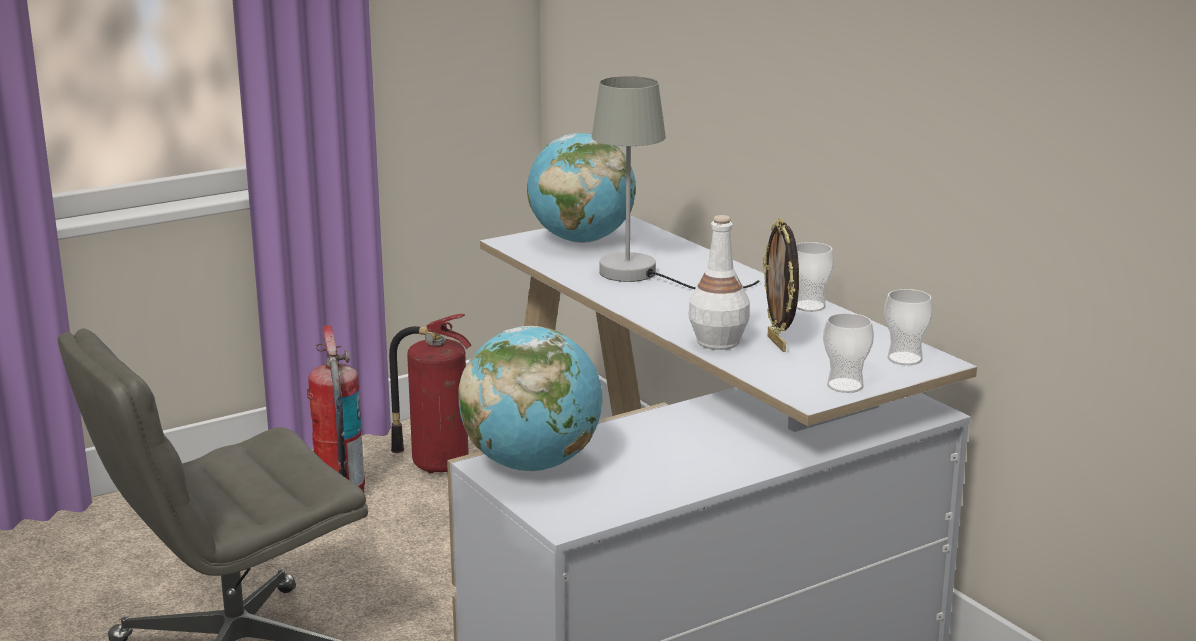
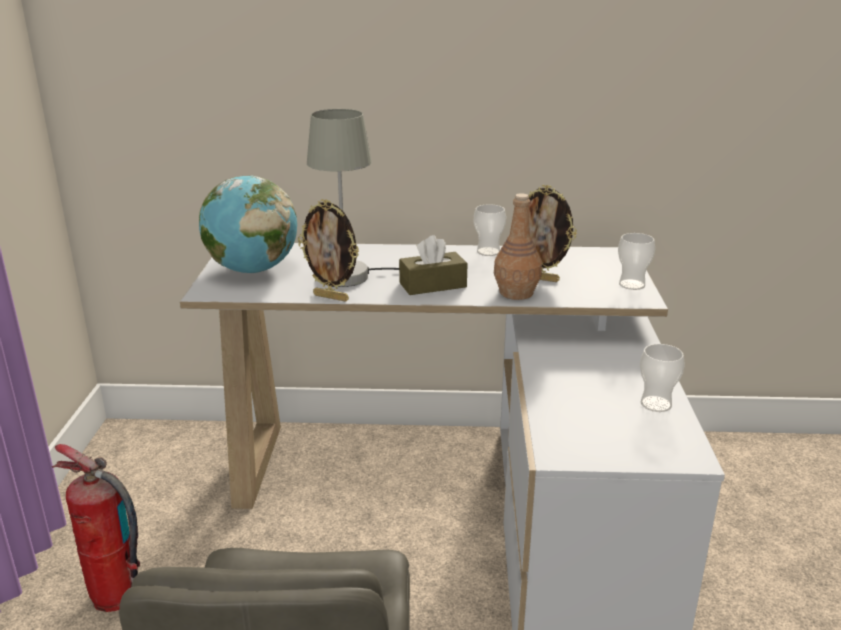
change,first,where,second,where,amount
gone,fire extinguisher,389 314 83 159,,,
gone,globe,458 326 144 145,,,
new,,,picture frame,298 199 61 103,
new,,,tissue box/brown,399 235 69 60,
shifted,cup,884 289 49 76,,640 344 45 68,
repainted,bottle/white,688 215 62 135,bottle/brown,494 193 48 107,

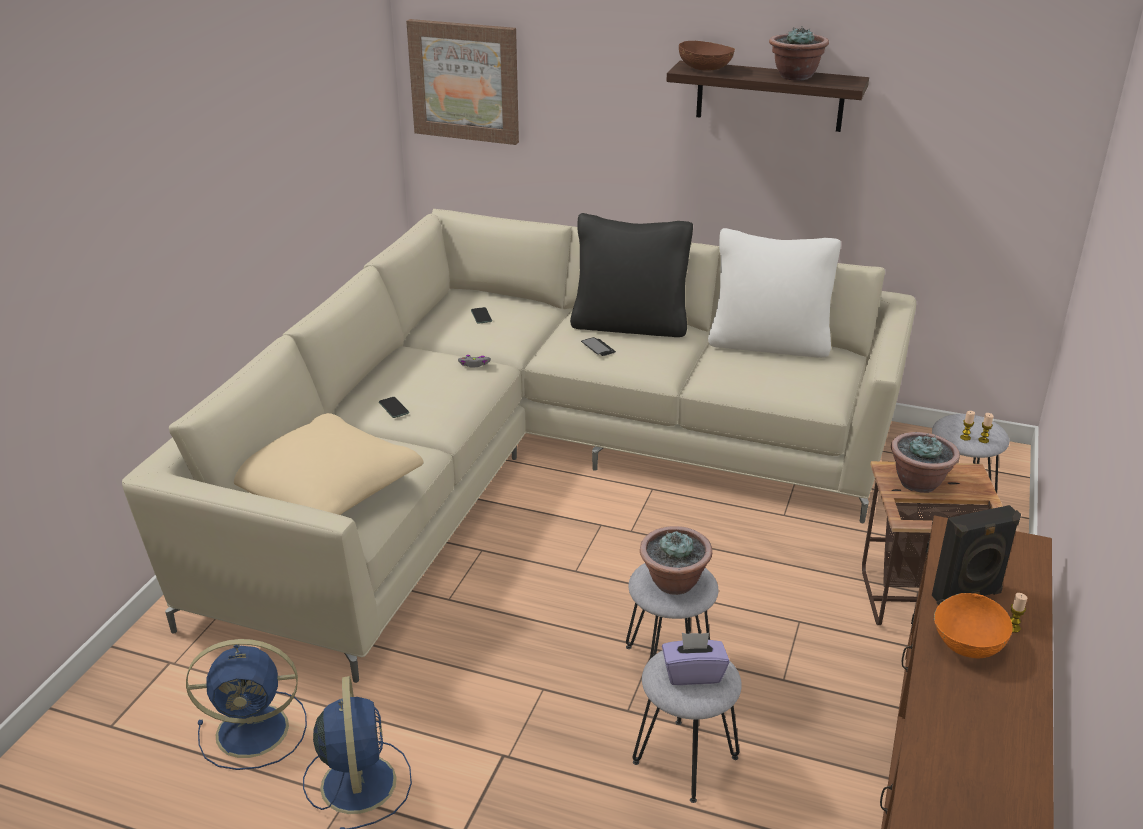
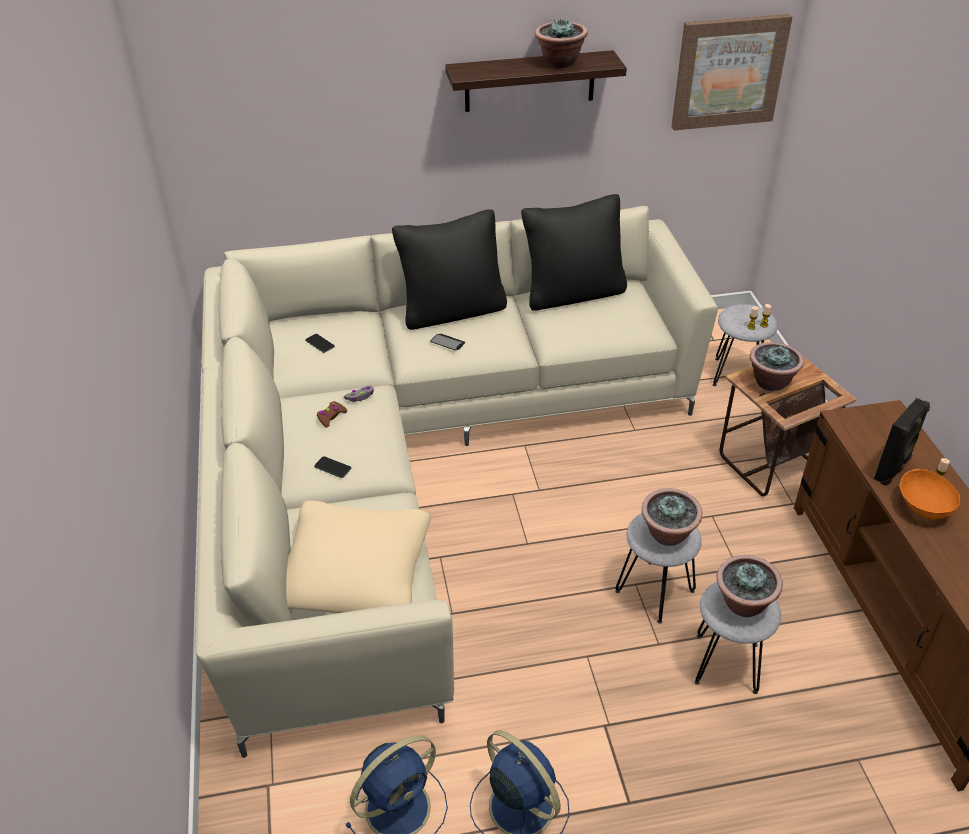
change,first,where,second,where,amount
gone,bowl/brown,679 41 56 30,,,
new,,,game controller/brown,317 401 30 27,
shifted,picture,406 19 113 126,,671 14 121 117,
swapped,tissue box/purple,662 633 67 52,potted plant,717 555 66 62,
repainted,pillow/white,708 228 133 130,pillow/black,521 194 106 117,

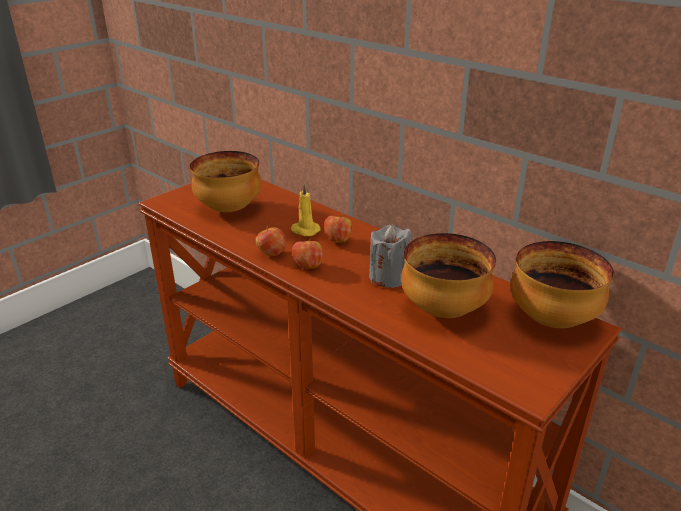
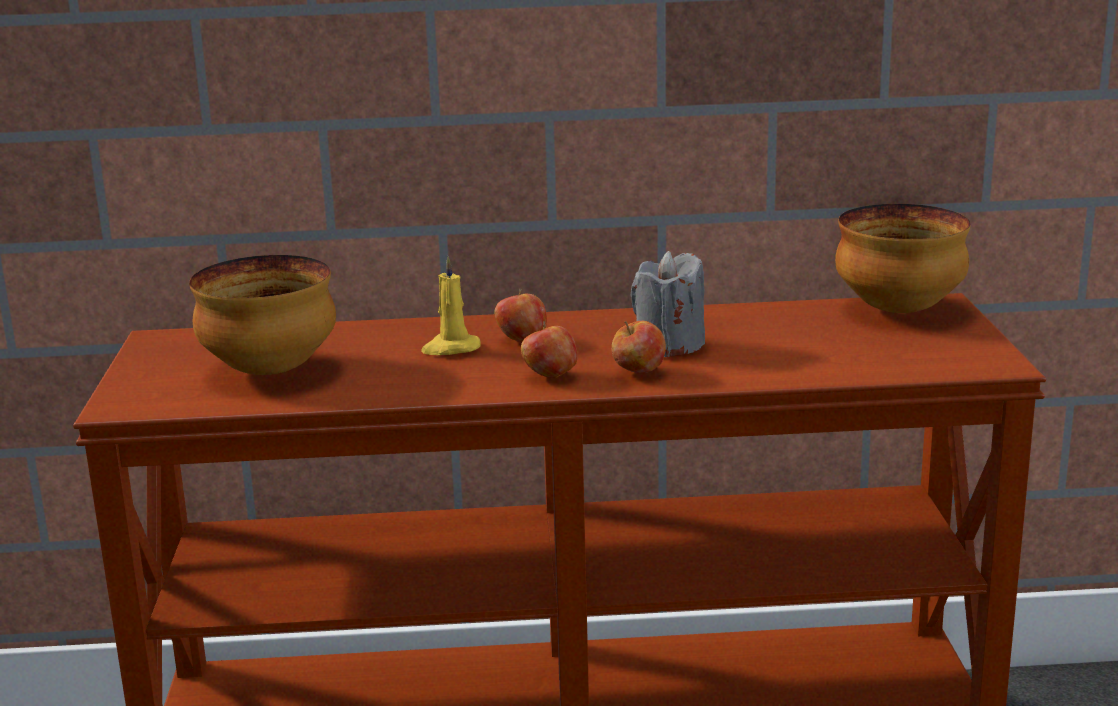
change,first,where,second,where,amount
gone,bowl,401 233 95 85,,,
shifted,apple,256 226 31 30,,611 321 55 52,

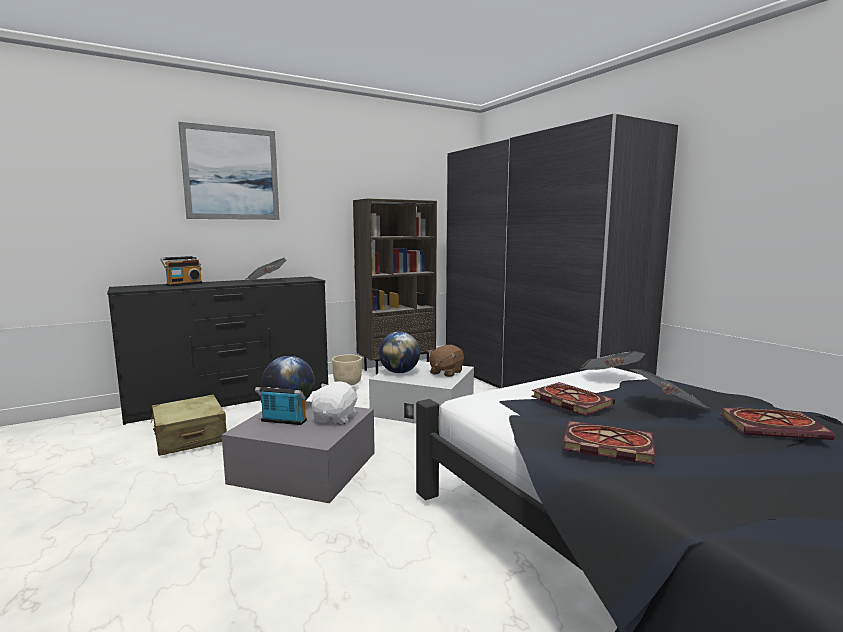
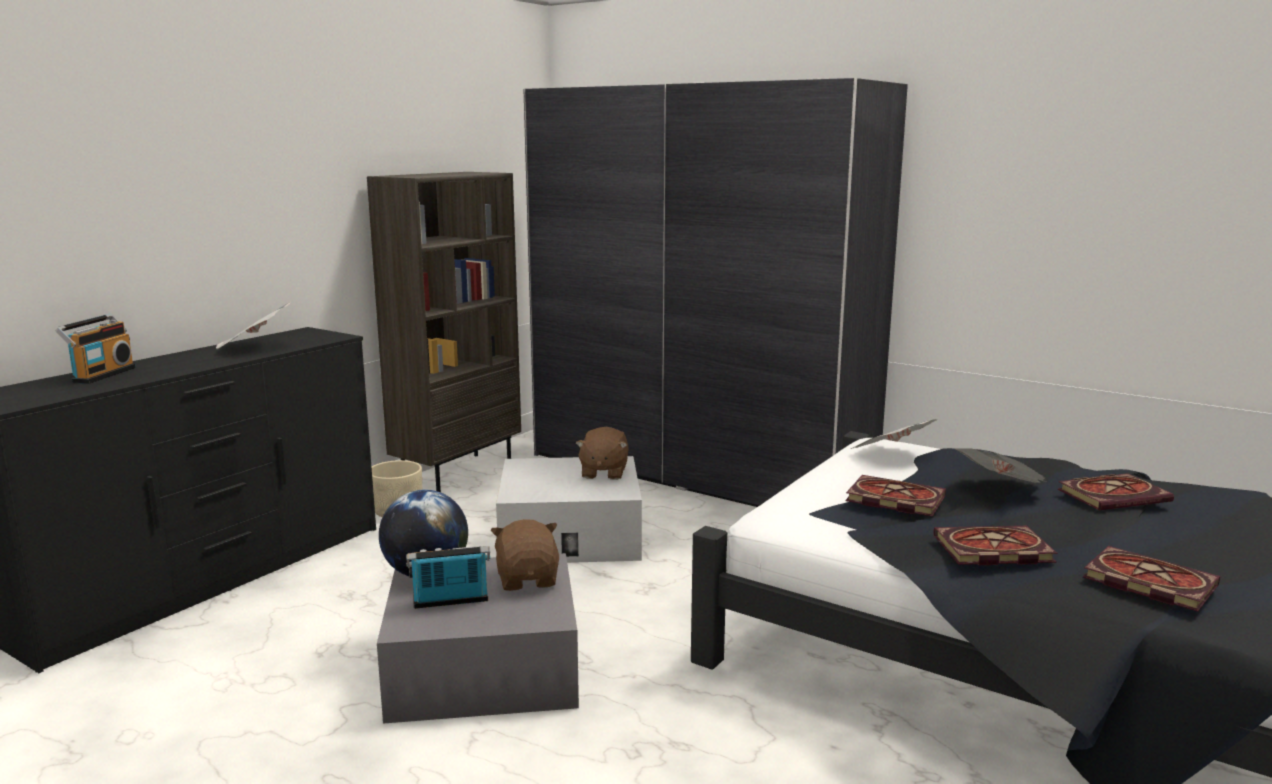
change,first,where,second,where,amount
gone,suitcase/beige,151 394 76 62,,,
gone,picture,178 122 102 98,,,
gone,globe,379 332 41 41,,,
new,,,book,1083 546 137 66,
repainted,plush toy/white,312 381 47 44,plush toy/brown,491 519 68 72,

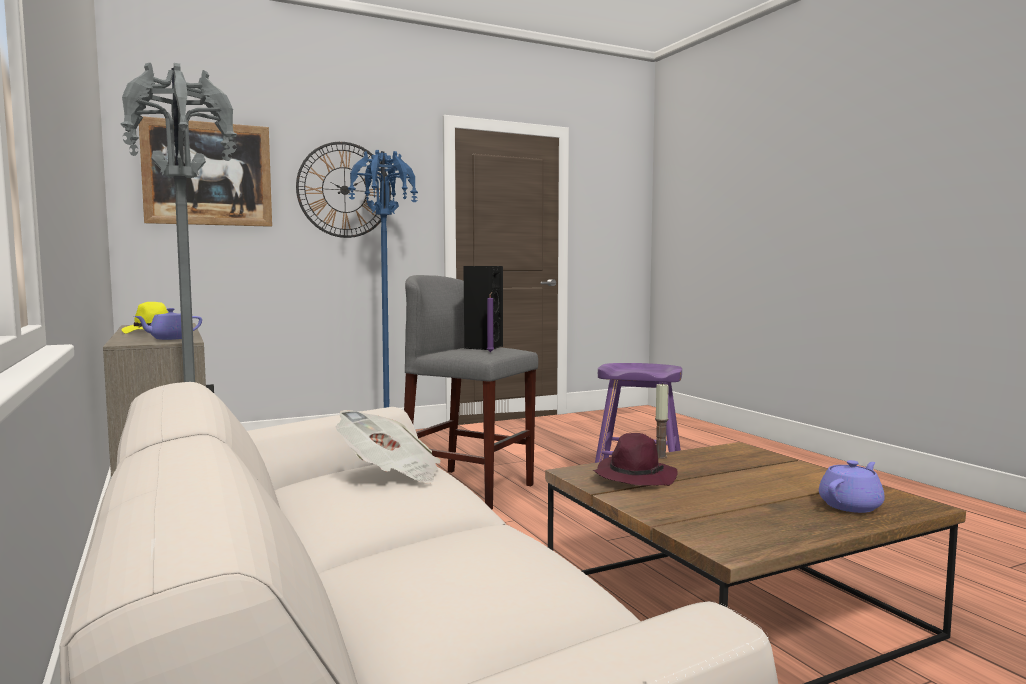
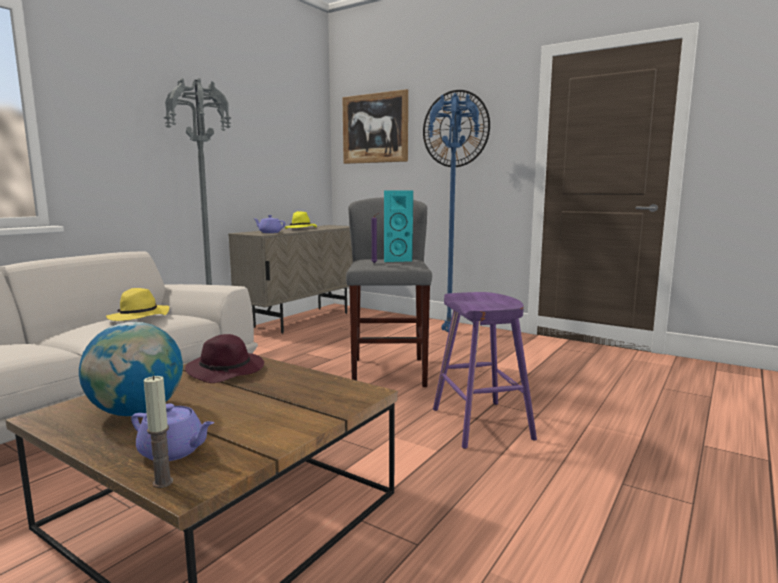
change,first,where,second,where,amount
new,,,globe,79 322 104 94,
shifted,candle,655 383 14 76,,144 375 29 113,
swapped,newspaper,336 410 105 73,hat/yellow,106 288 63 33,
repainted,speaker/black,463 266 40 84,speaker/turquoise,384 191 29 71,

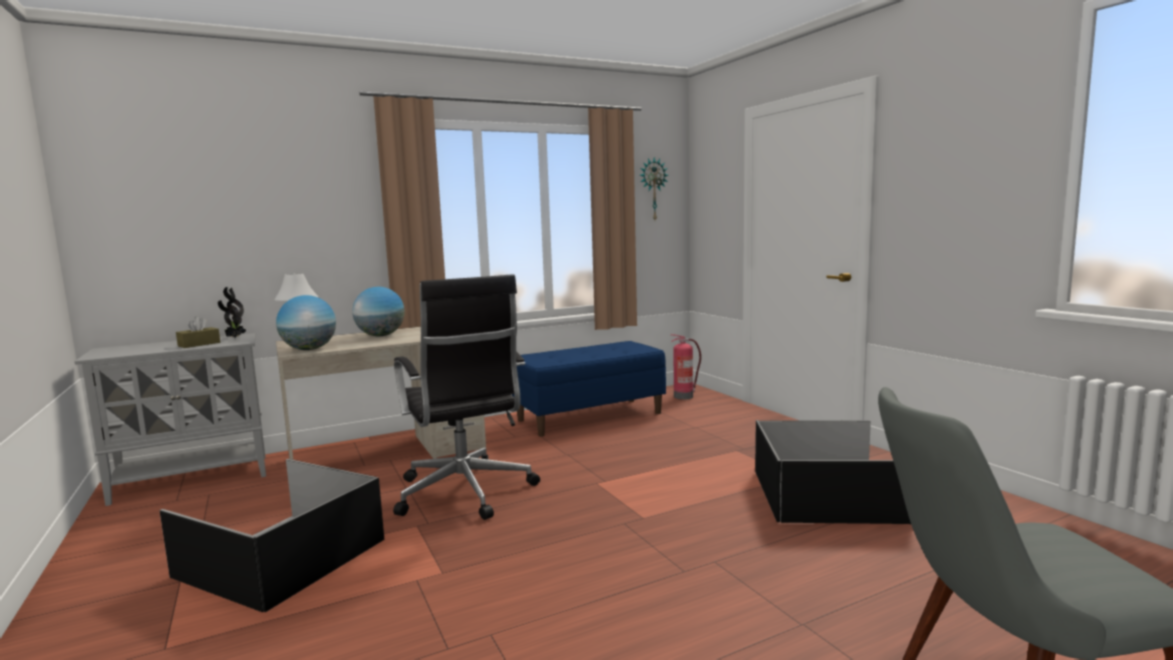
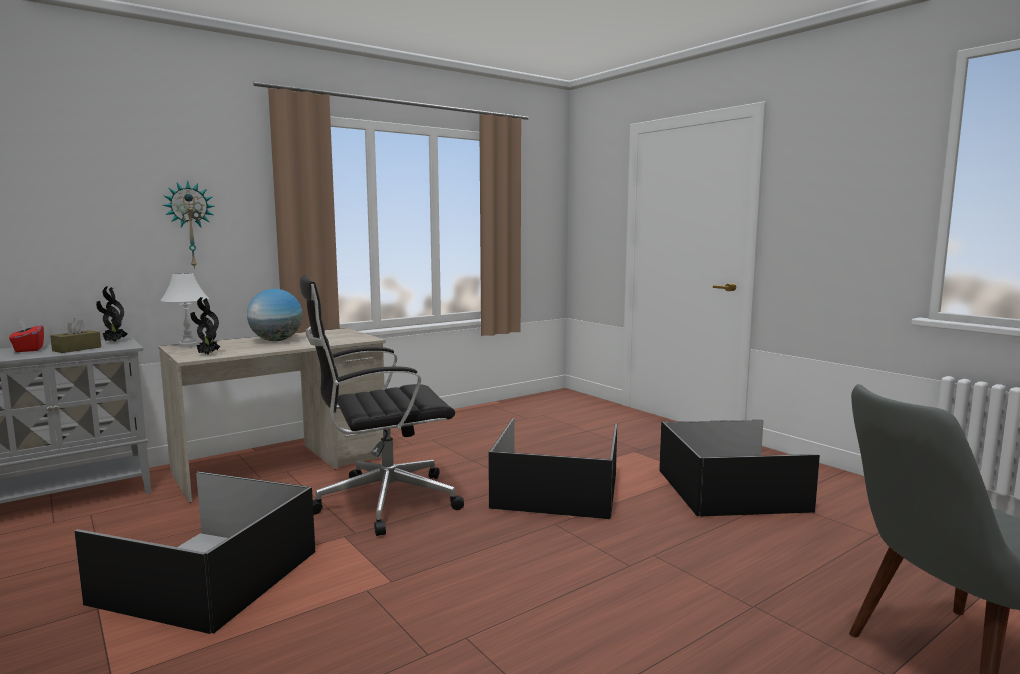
change,first,where,second,where,amount
gone,bench/blue,512 341 154 96,,,
gone,fire extinguisher,671 334 30 66,,,
new,,,tissue box/red,9 319 35 33,
new,,,storage box/black,488 418 129 101,
shifted,wall clock,640 157 28 63,,163 181 51 88,
swapped,globe,276 295 60 55,potted plant,191 297 29 58,
rotated,office chair/black,393 274 147 246,,300 275 164 261,105 degrees clockwise

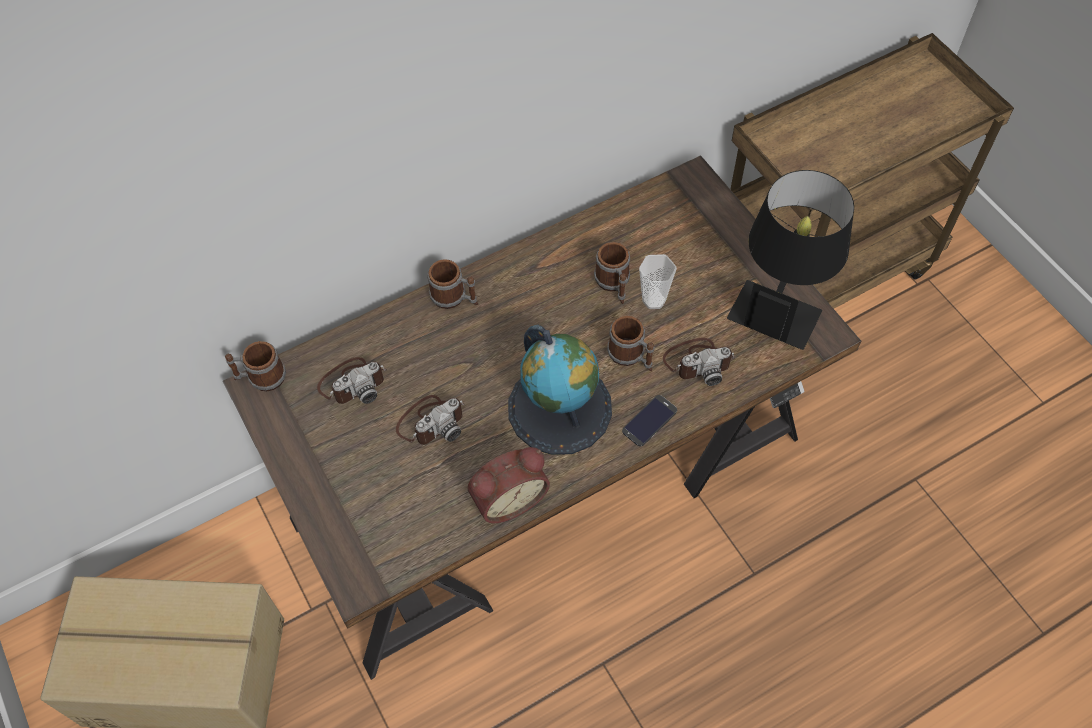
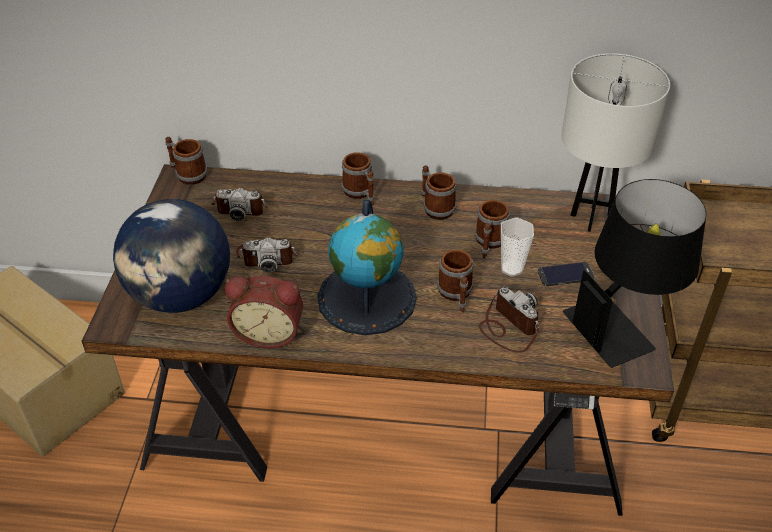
change,first,where,second,where,amount
new,,,globe,113 199 117 114,
new,,,mug,421 165 35 55,
new,,,table lamp/white,561 53 109 179,
shifted,phone,622 395 55 51,,538 262 56 24,
rotated,photo camera,663 338 72 48,,479 287 61 66,150 degrees counterclockwise

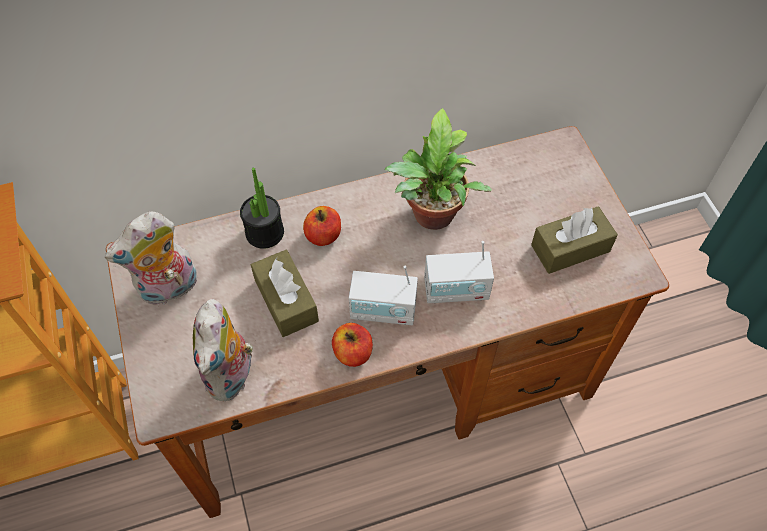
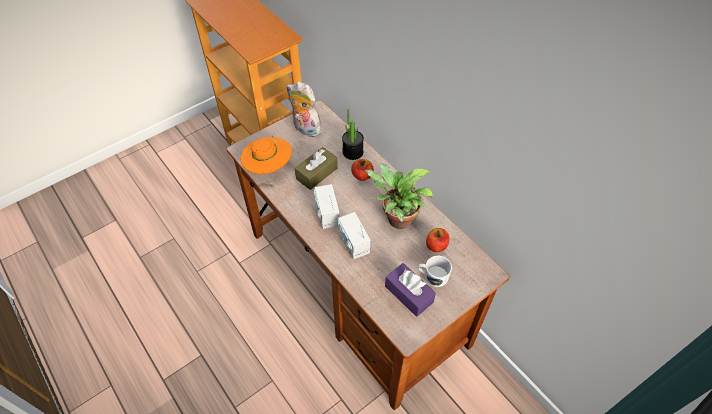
change,first,where,second,where,amount
new,,,mug/white,418 256 34 31,
shifted,apple,332 323 41 44,,426 228 23 24,
swapped,plush toy,193 299 62 102,hat/orange,240 134 52 40,
repainted,tissue box/brown,531 206 87 68,tissue box/purple,385 263 51 54,

